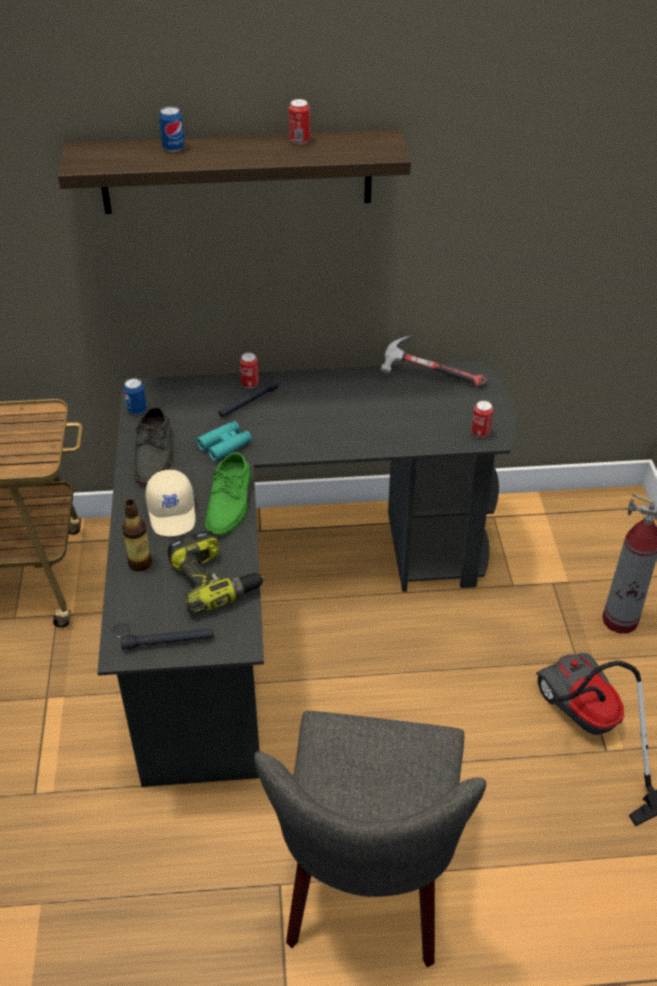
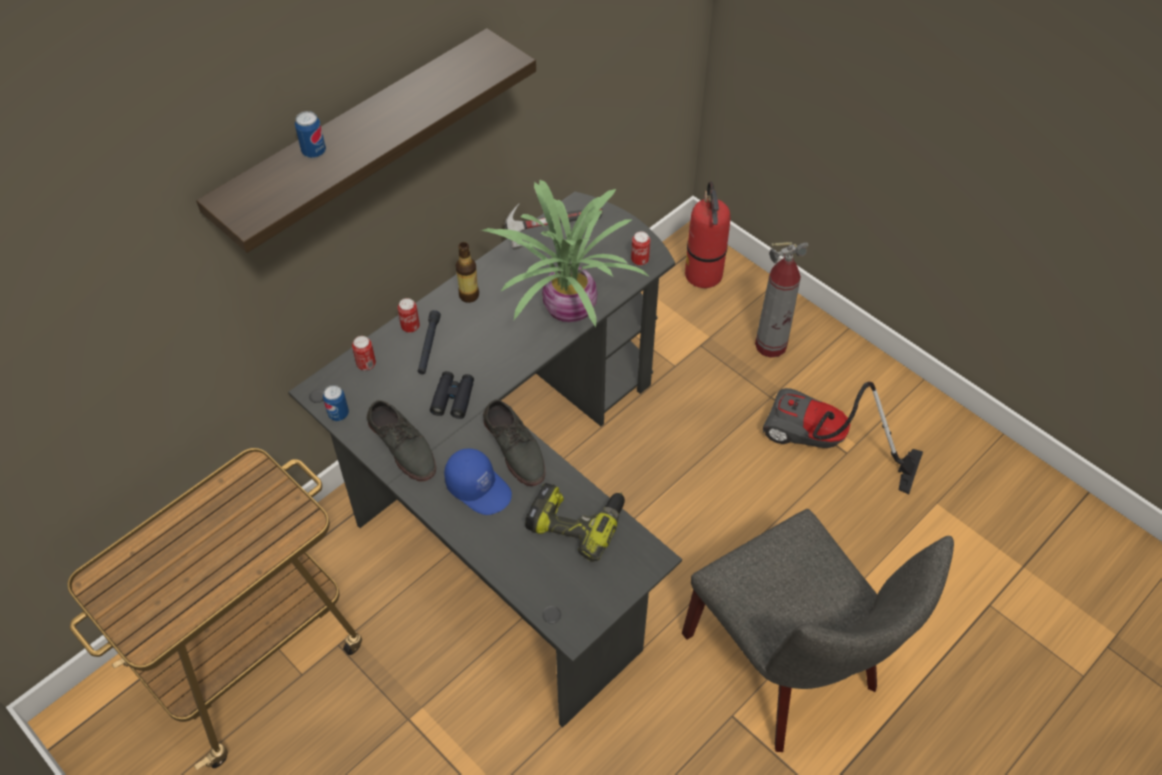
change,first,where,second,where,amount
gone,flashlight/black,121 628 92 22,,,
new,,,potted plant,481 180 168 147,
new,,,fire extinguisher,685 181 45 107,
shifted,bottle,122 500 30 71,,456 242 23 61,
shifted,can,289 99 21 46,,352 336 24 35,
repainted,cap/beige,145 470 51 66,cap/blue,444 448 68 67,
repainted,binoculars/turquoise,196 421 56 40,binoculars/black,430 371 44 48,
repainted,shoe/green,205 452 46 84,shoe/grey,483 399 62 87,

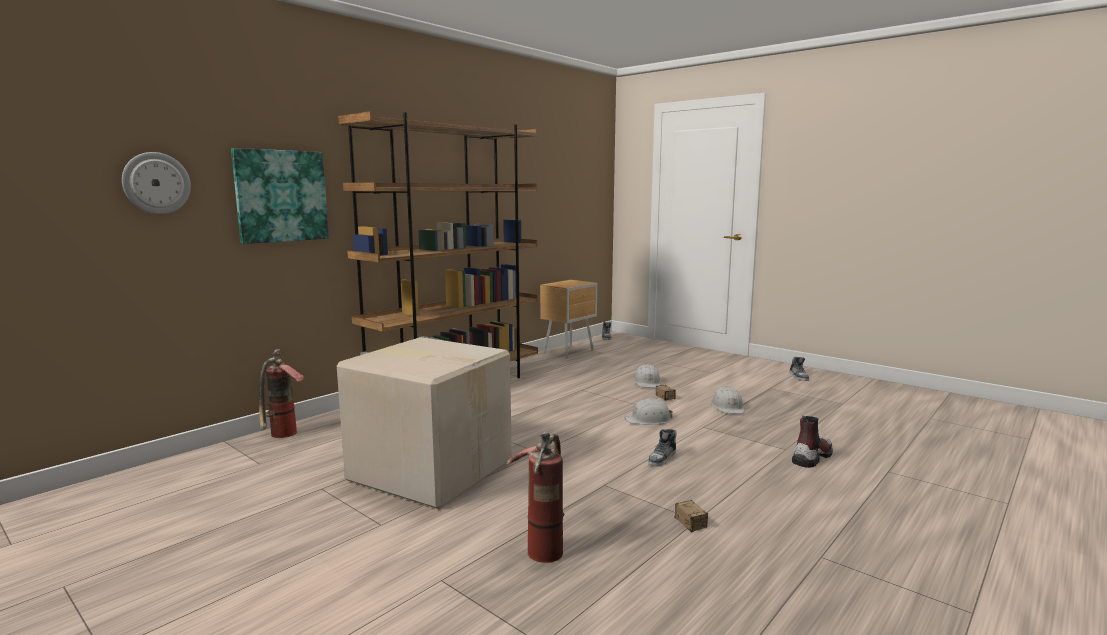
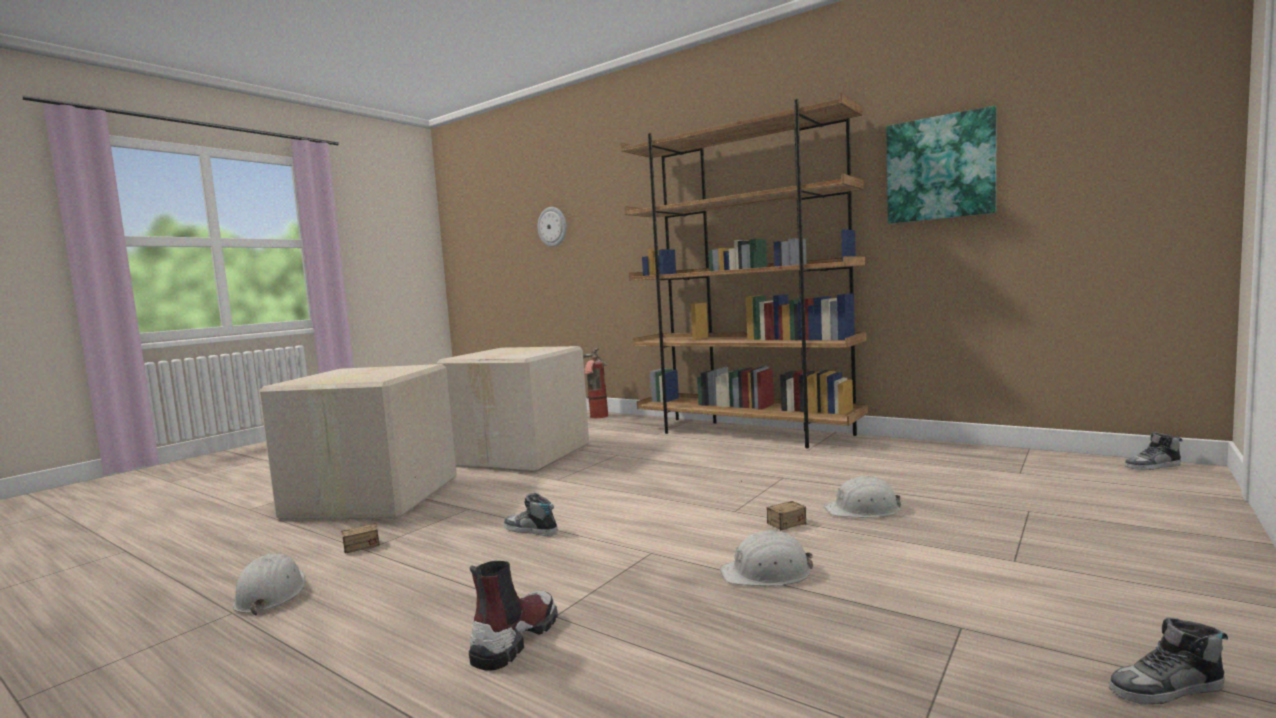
change,first,where,second,where,amount
gone,nightstand/brown,540 280 57 79,,,
shifted,picture,231 148 98 96,,886 106 111 118,
shifted,hard hat/white,624 398 49 27,,233 553 72 63,
swapped,fire extinguisher,507 432 57 131,cardboard box,259 364 198 156,
rotated,boot,792 416 41 52,,469 561 89 110,105 degrees counterclockwise

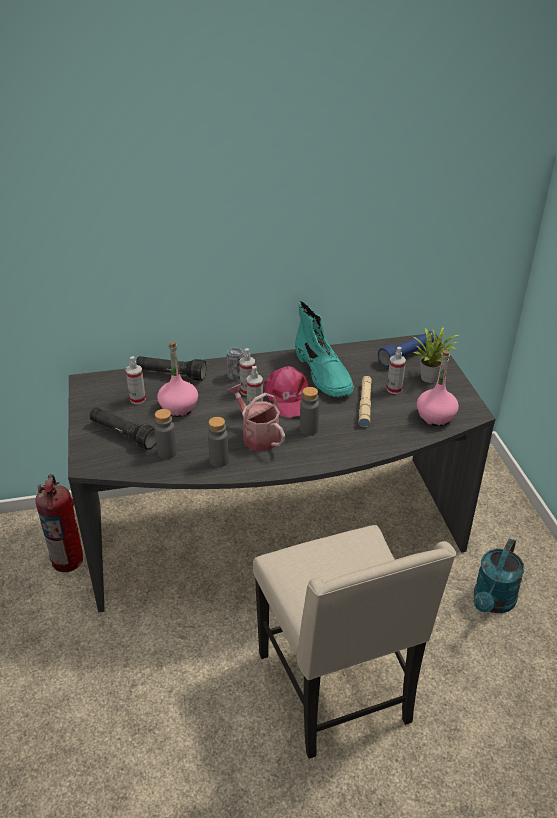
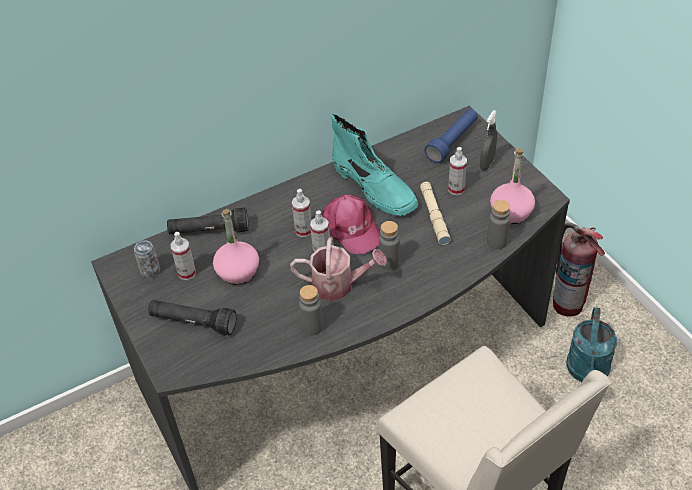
change,first,where,second,where,amount
shifted,fire extinguisher,35 474 48 98,,553 223 52 94,
shifted,bottle/grey,154 409 23 50,,487 200 23 49,
shifted,can,227 348 17 32,,134 241 26 36,
swapped,potted plant,413 326 46 57,spray bottle/grey,480 110 17 60,
rotated,watering can,227 384 58 67,,290 237 97 64,150 degrees clockwise

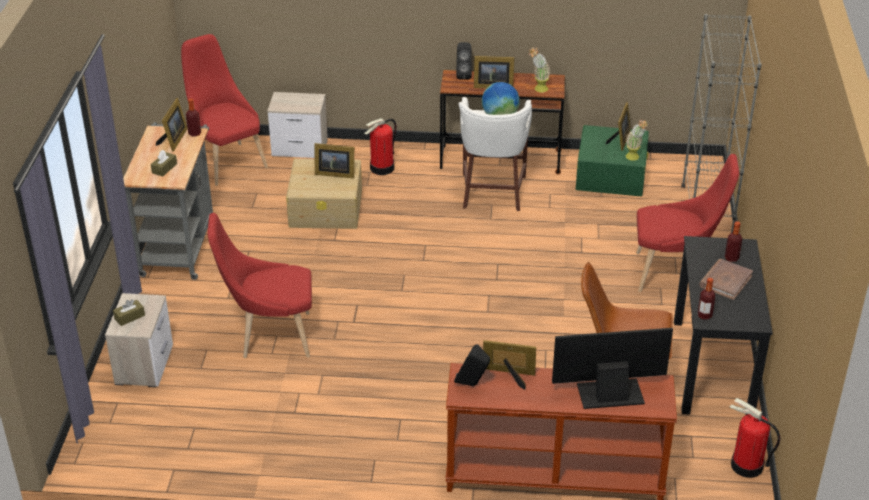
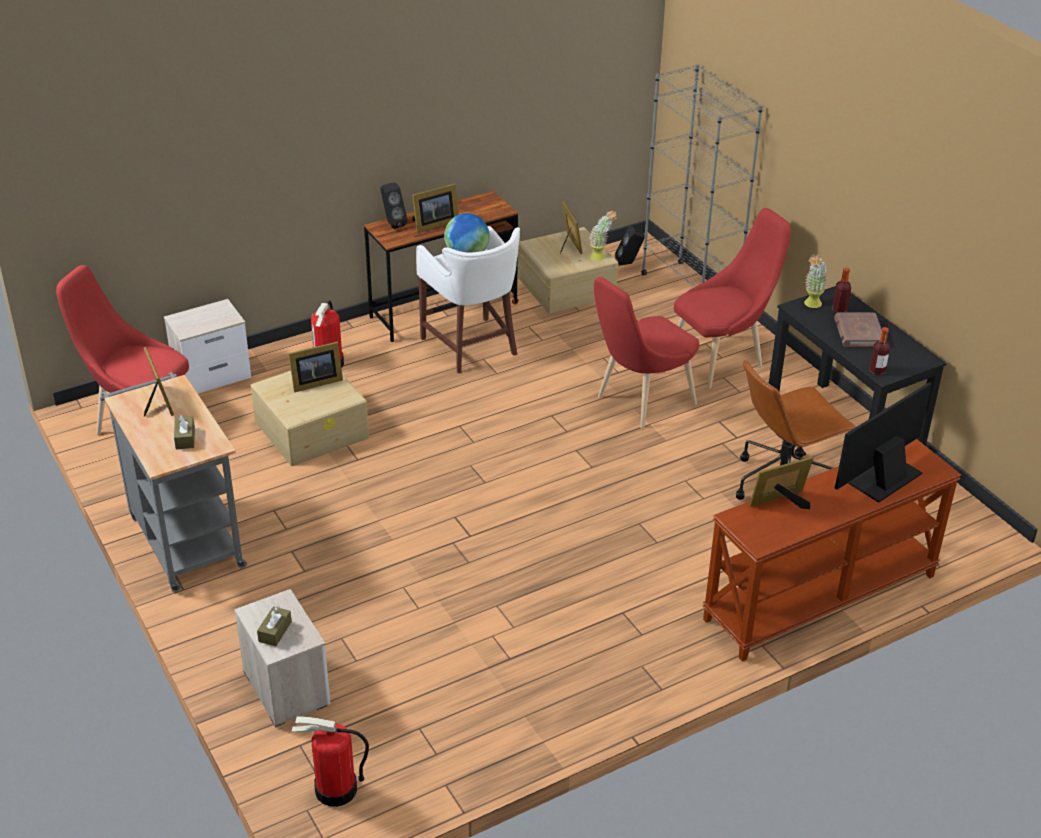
change,first,where,second,where,amount
gone,bottle,186 98 15 39,,,
shifted,chair/red,208 213 104 145,,594 277 105 151,
shifted,speaker/black,454 344 36 42,,615 226 30 40,
shifted,potted plant,528 47 22 45,,804 254 24 54,
shifted,fire extinguisher,730 398 50 80,,292 716 77 91,
repainted,storage box/green,576 125 73 71,storage box/beige,517 227 101 86,

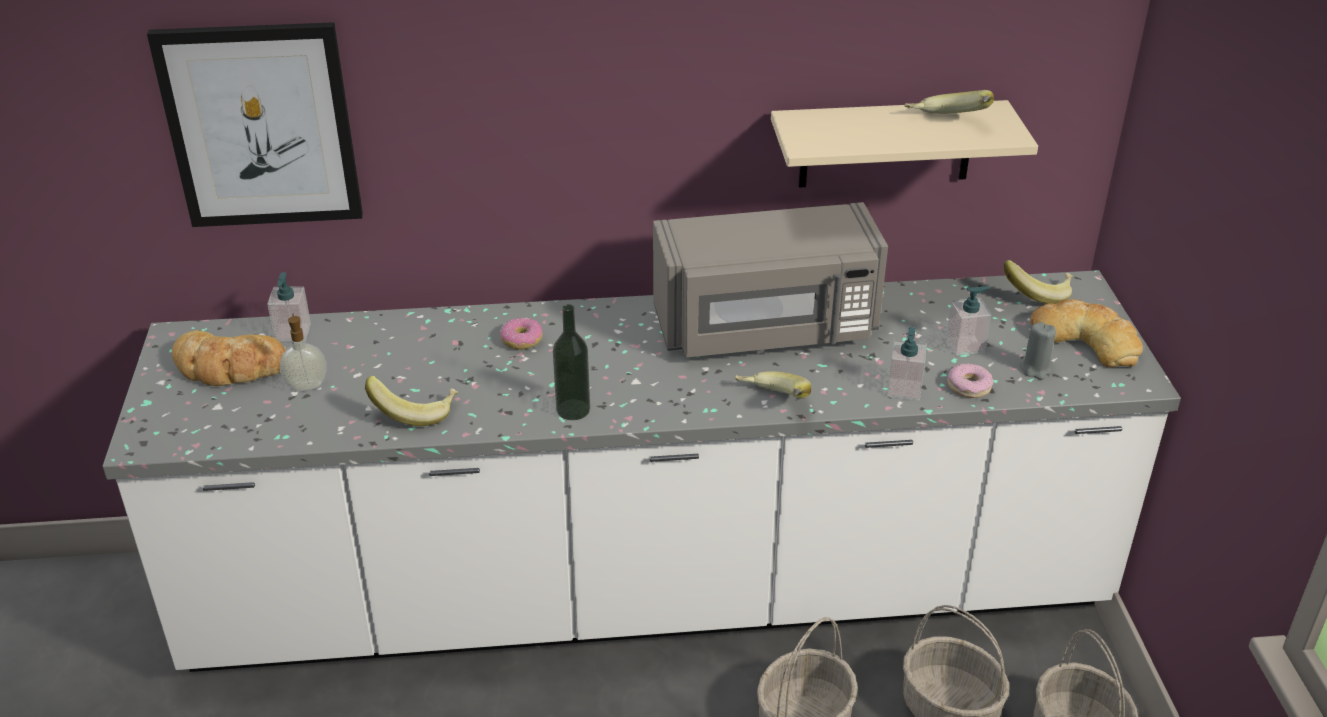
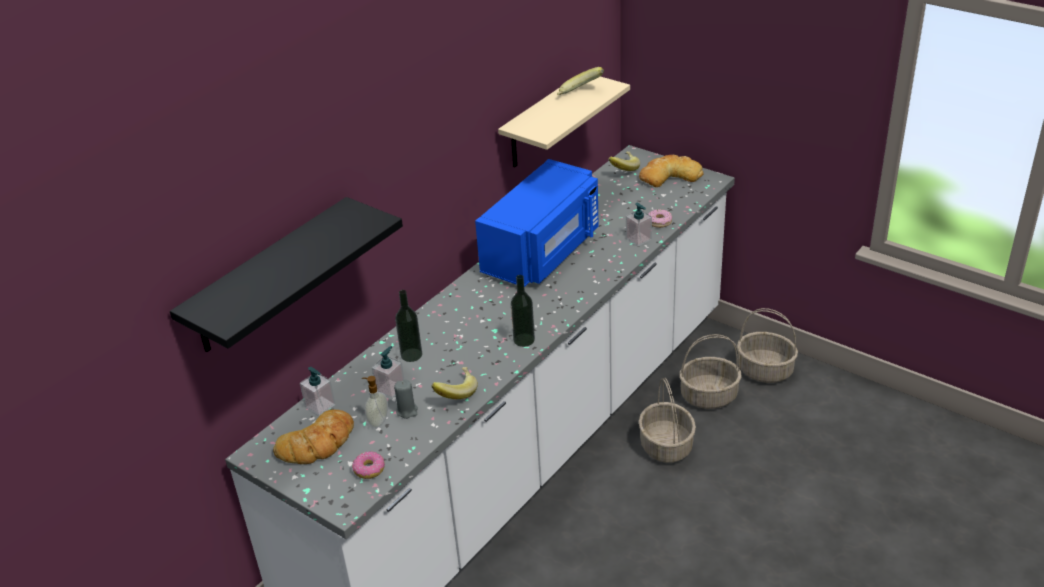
change,first,where,second,where,amount
gone,banana,735 371 76 28,,,
new,,,bottle,395 290 27 72,
shifted,donut,500 318 43 32,,352 451 33 28,
shifted,soap dispenser,946 286 45 70,,371 346 33 53,
shifted,candle/grey,1020 322 36 58,,394 380 24 39,
swapped,picture,147 22 216 205,shelf/black,170 197 233 155,
repainted,microwave/grey,653 202 235 156,microwave/blue,475 159 124 128,

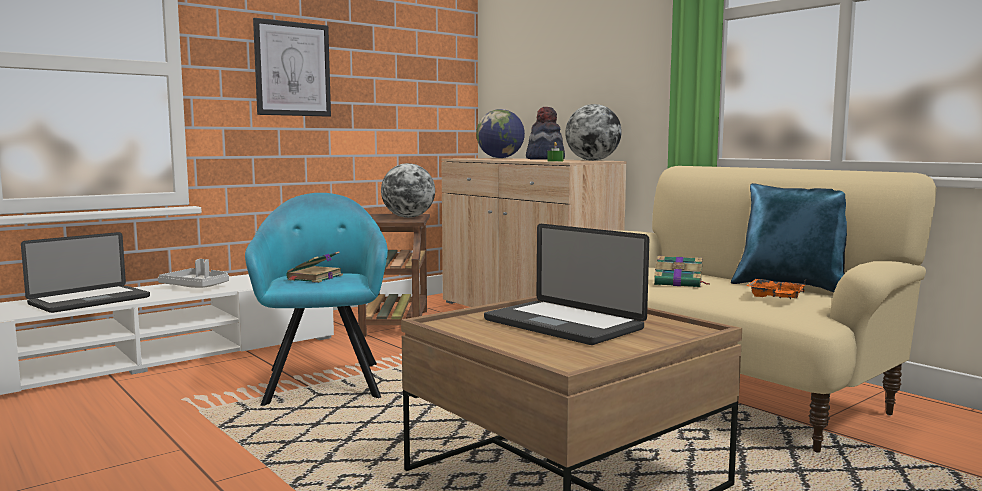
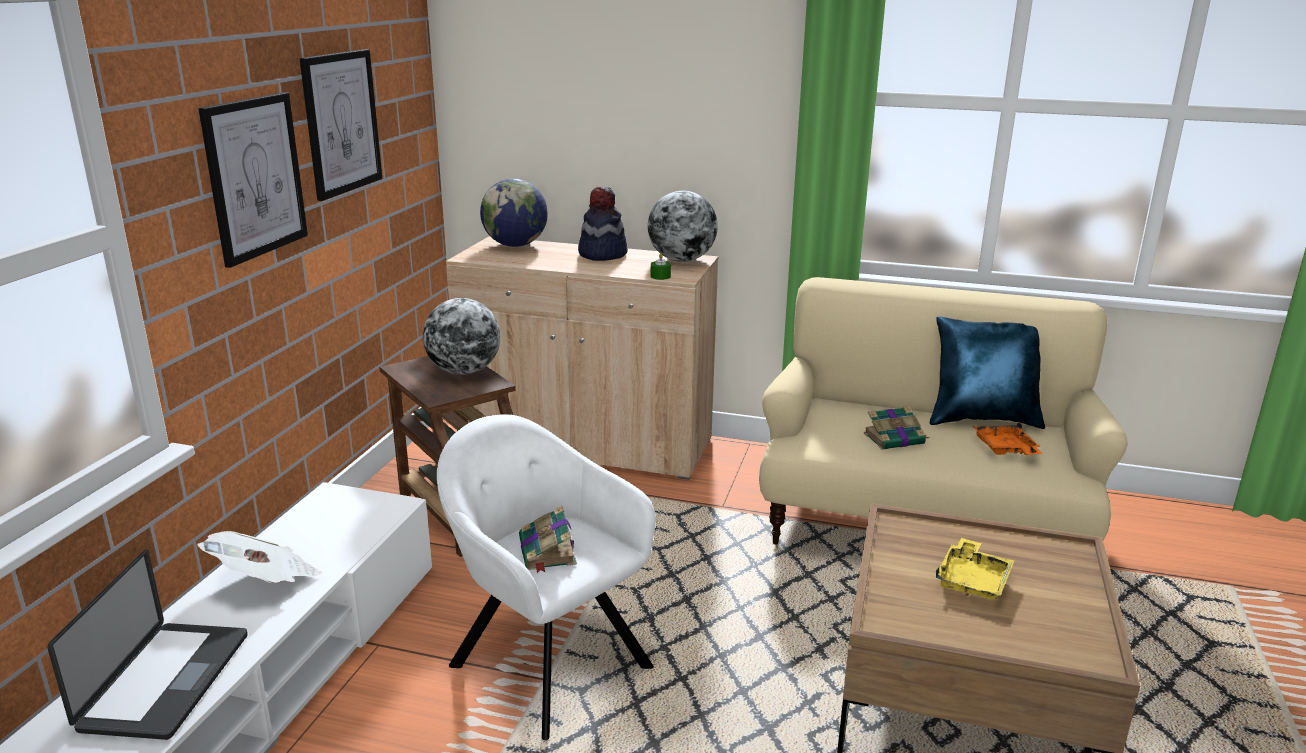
change,first,where,second,where,amount
new,,,picture,300 49 82 152,
swapped,tray/grey,158 259 71 29,newspaper,197 531 125 52,
swapped,laptop,484 224 165 121,tray/yellow,936 538 78 61,
repainted,armchair/turquoise,245 193 143 213,armchair/white,437 414 219 326,

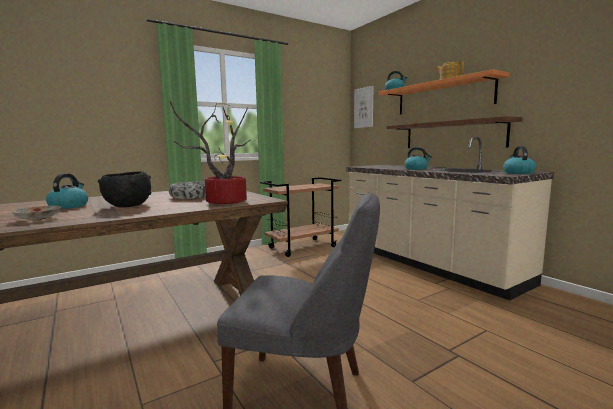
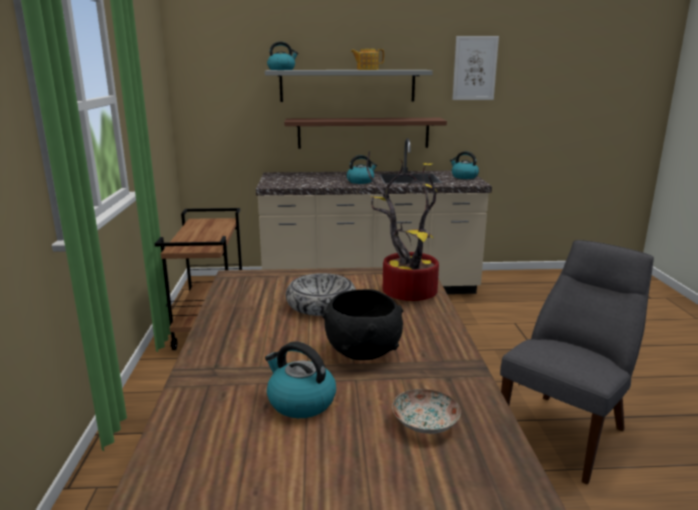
change,first,where,second,where,amount
shifted,picture,354 86 19 42,,452 36 47 64,
repainted,shelf/orange,379 69 131 46,shelf/grey,265 70 168 32,

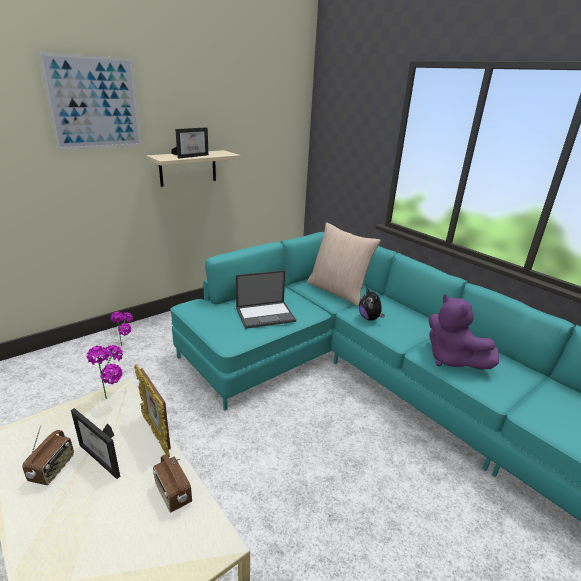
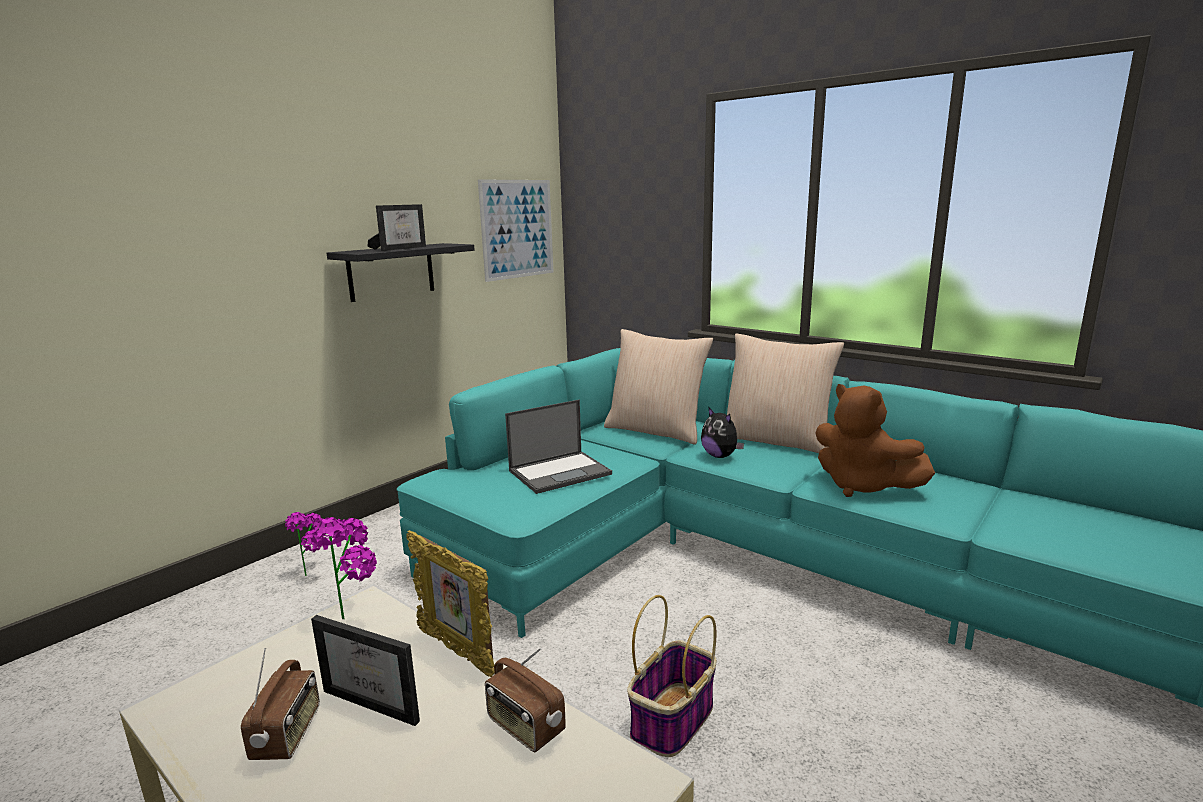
change,first,where,second,where,amount
new,,,basket,627 595 90 162,
new,,,pillow/beige,727 333 117 120,
shifted,picture,38 52 104 98,,478 179 75 103,
repainted,shelf/beige,146 150 95 37,shelf/black,326 243 148 59,
repainted,plush toy/purple,429 294 70 76,plush toy/brown,815 384 120 113,

